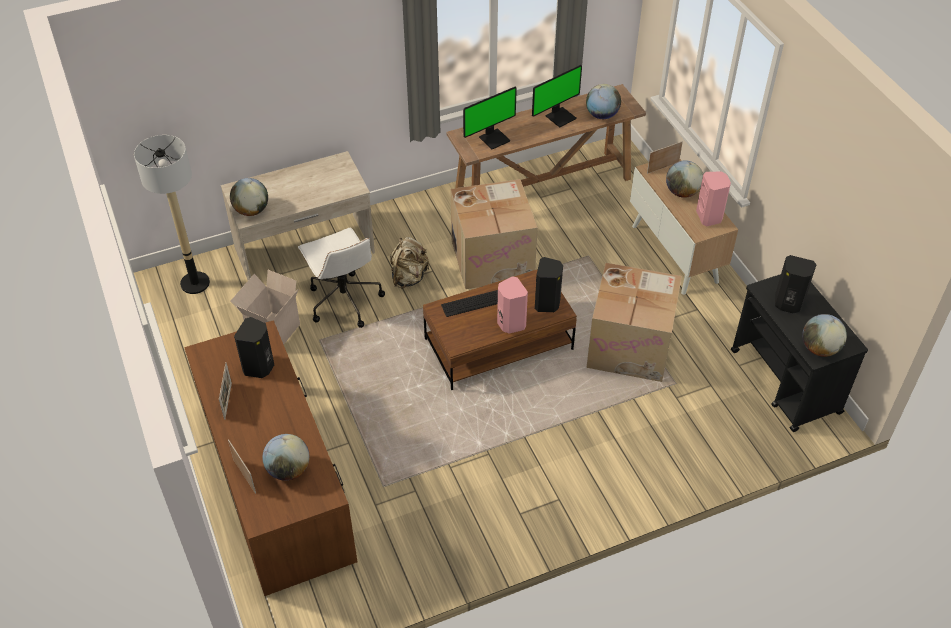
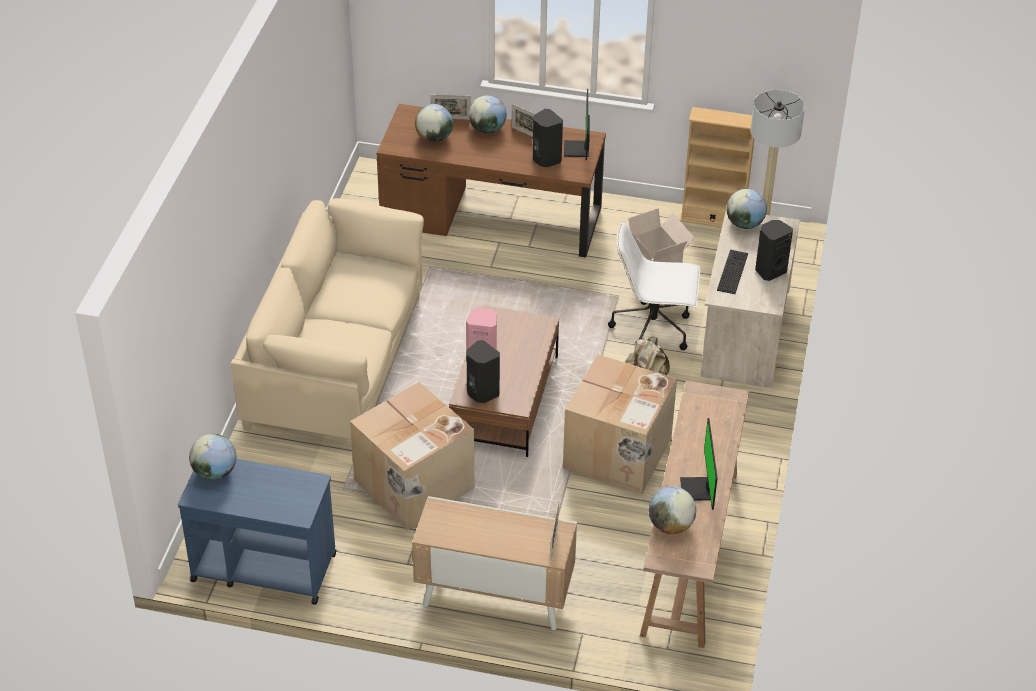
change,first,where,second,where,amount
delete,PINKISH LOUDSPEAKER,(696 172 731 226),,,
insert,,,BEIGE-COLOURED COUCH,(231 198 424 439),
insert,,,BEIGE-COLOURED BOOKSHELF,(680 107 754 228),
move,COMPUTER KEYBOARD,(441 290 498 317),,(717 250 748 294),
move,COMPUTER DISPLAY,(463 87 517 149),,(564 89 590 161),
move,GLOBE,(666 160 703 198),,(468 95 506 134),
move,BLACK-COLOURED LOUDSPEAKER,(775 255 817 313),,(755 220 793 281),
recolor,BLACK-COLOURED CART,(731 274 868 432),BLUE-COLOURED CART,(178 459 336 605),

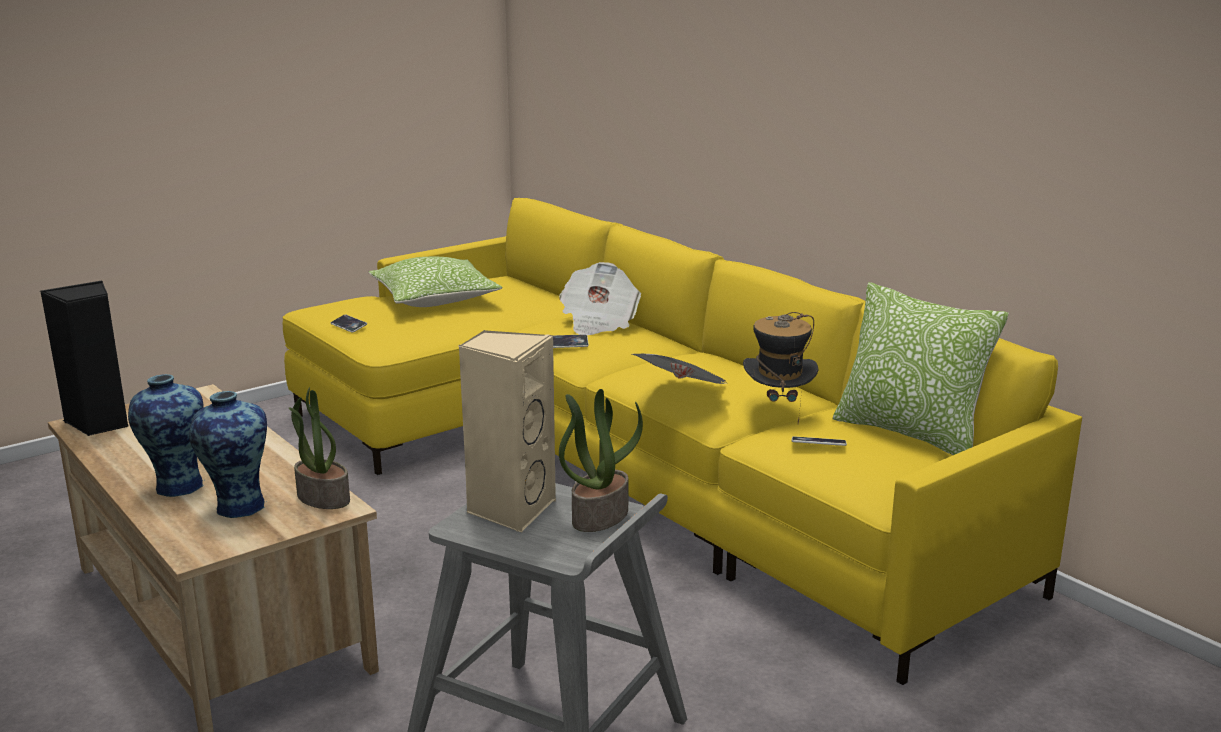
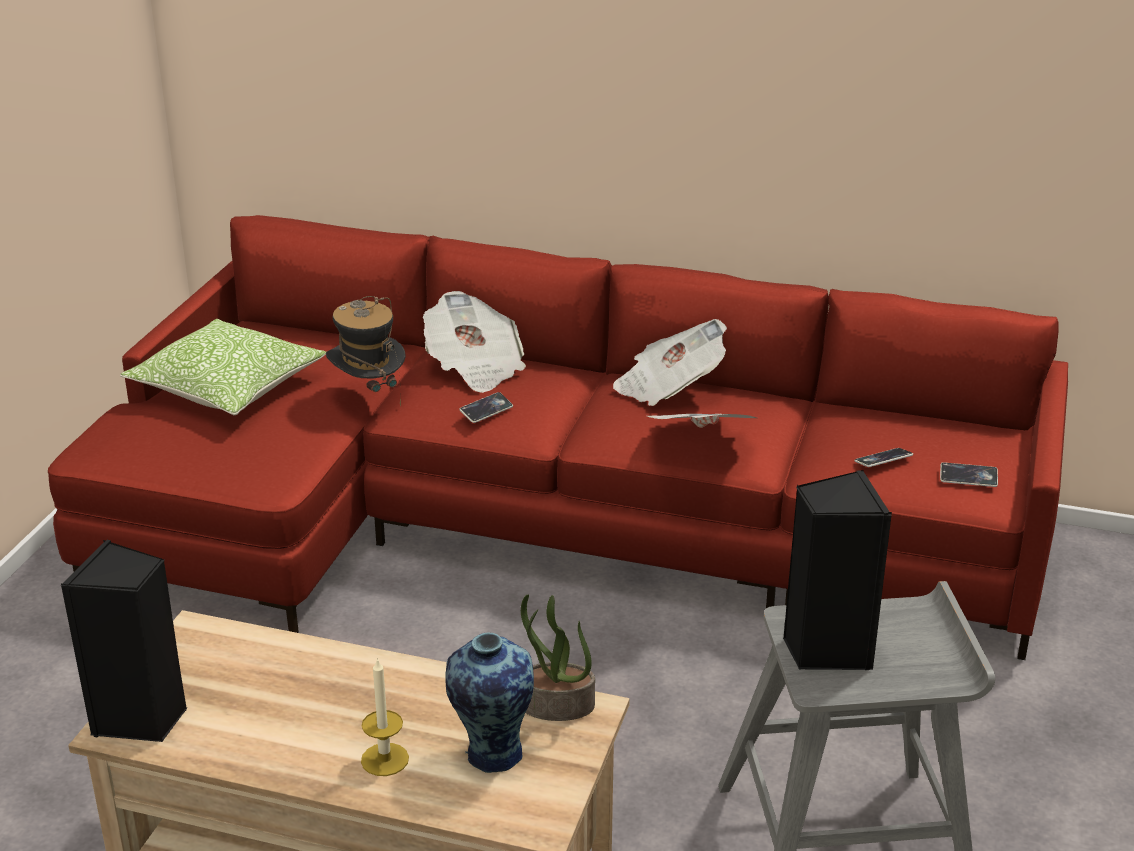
change,first,where,second,where,amount
delete,POTTED PLANT,(559 389 643 532),,,
delete,CUSHION,(833 282 1009 455),,,
insert,,,PRINTED PAPER,(613 319 727 406),
move,HANDSET,(331 314 367 333),,(940 462 998 487),
move,HAT,(743 312 818 424),,(326 296 406 407),
replace,VASE,(128 374 204 497),CANDLE,(361 658 409 776),
recolor,YELLOW-COLOURED COUCH,(283 198 1082 685),RED-COLOURED COUCH,(48 215 1068 660),
recolor,BEIGE-COLOURED LOUDSPEAKER,(459 330 556 533),BLACK-COLOURED LOUDSPEAKER,(783 470 892 670),

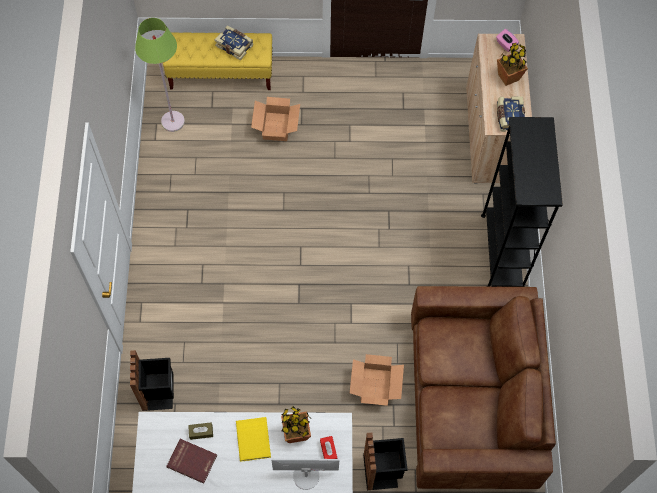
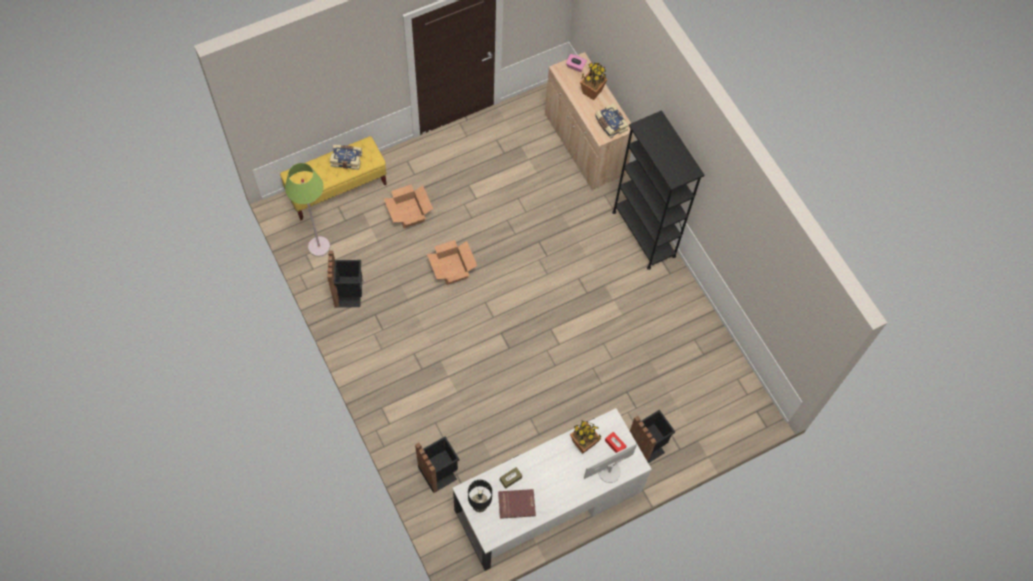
change,first,where,second,where,amount
delete,YELLOW-COLOURED BOUND BOOK,(236 417 271 462),,,
delete,BROWNISH COUCH,(411 286 556 489),,,
insert,,,BLACK-COLOURED RUBBISH BIN,(327 250 362 308),
insert,,,BLACK-COLOURED TABLETOP LAMP,(468 480 492 512),
move,CARTON,(350 354 404 406),,(427 240 477 285),

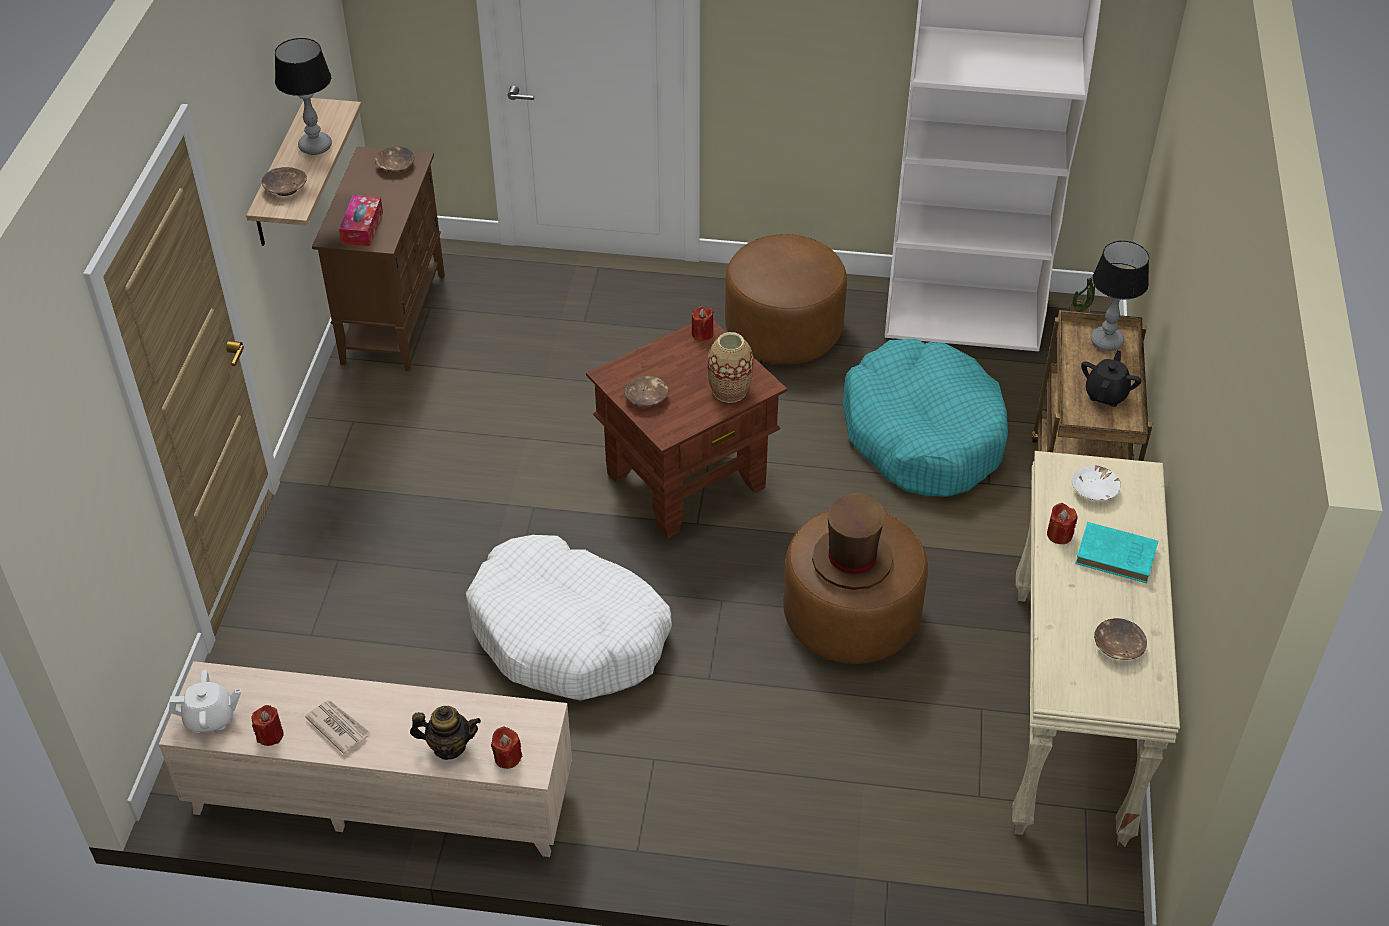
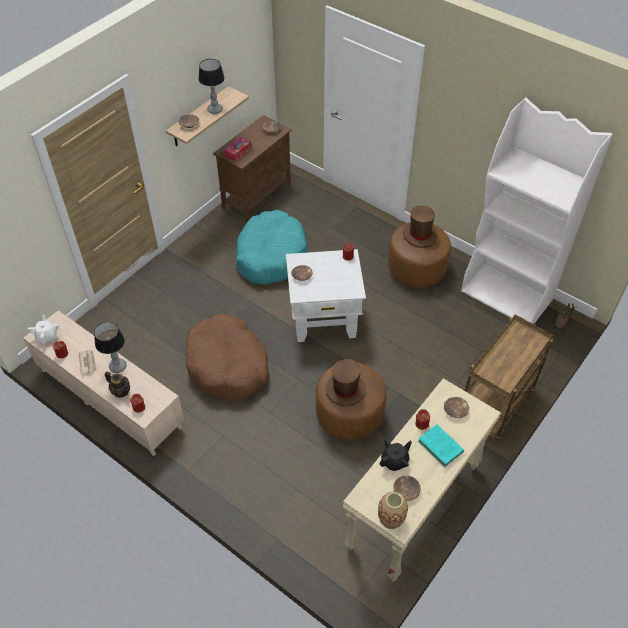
change,first,where,second,where,amount
insert,,,BROWNISH HAT,(403 205 438 248),
move,VASE,(708 332 754 403),,(378 491 408 529),
move,BLUE-GREEN DOG CUSHION,(843 338 1008 497),,(236 209 308 285),
move,BLACK-COLOURED TEA POT,(1081 350 1142 407),,(380 439 412 471),
move,TABLETOP LAMP,(1091 241 1149 351),,(94 322 127 373),
recolor,WHITE DOG CUSHION,(466 535 672 701),BROWNISH DOG CUSHION,(186 314 269 400),
recolor,BROWNISH SIDE TABLE,(586 320 787 538),WHITE SIDE TABLE,(286 249 366 342),
recolor,WHITE DEEP DISH,(1072 465 1121 501),BROWNISH DEEP DISH,(444 397 469 418),
rotate,WHITE TEA POT,(169 670 241 733),,(28 314 59 344),120 degrees counterclockwise

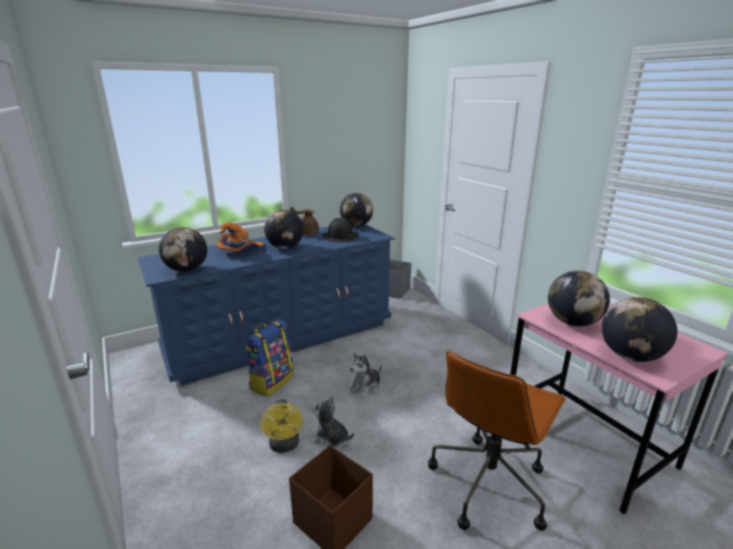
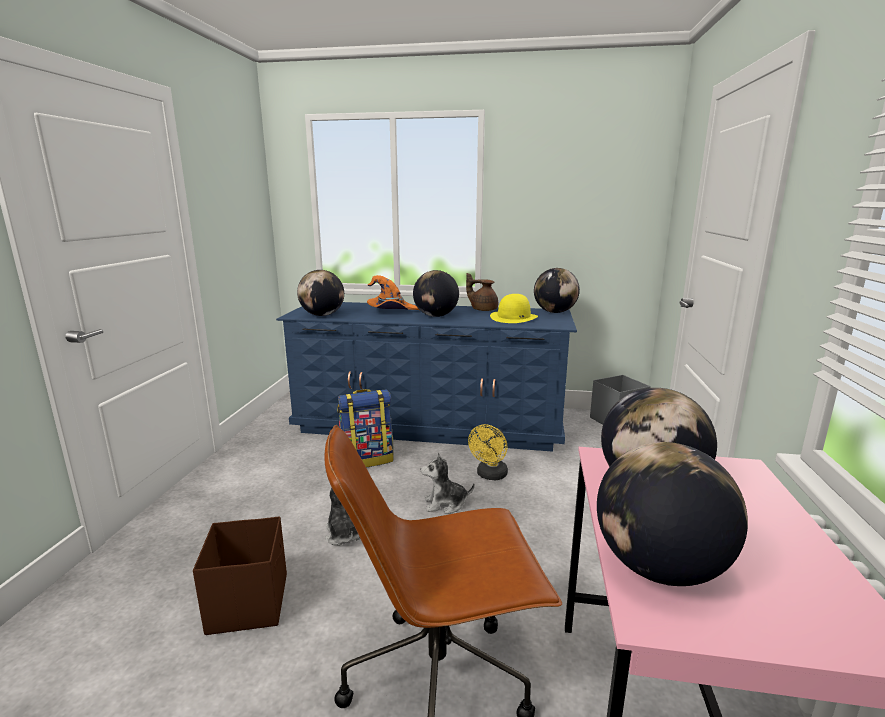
change,first,where,second,where,amount
move,YELLOW-COLOURED COOLING FAN,(260 399 303 453),,(468 424 508 480),
recolor,BLACK-COLOURED HAT,(322 218 359 243),YELLOW-COLOURED HAT,(490 294 538 323),

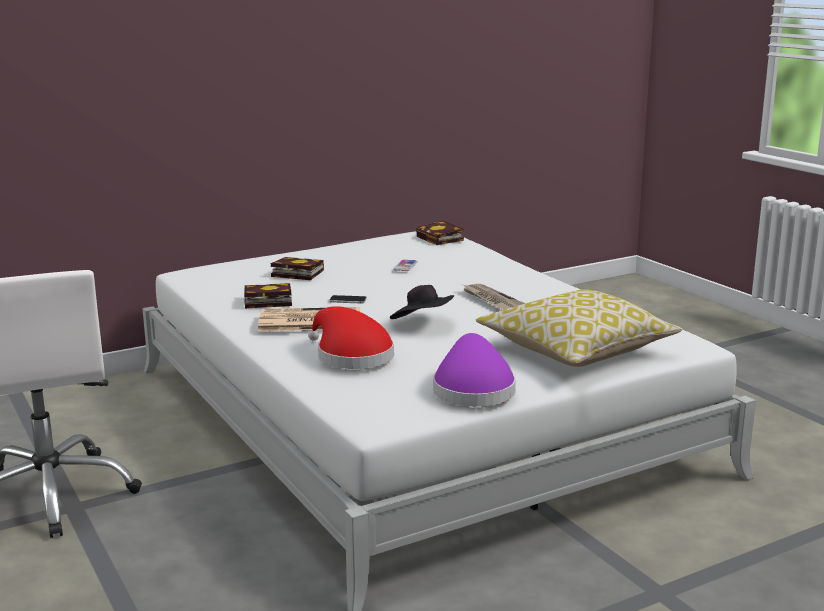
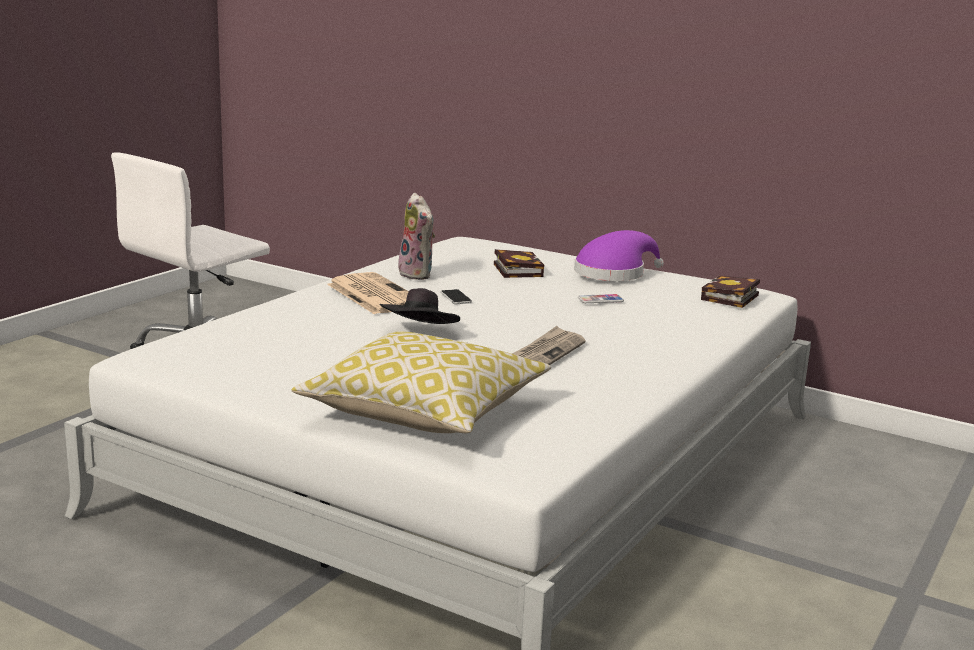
change,first,where,second,where,amount
delete,RED-COLOURED HAT,(308 306 394 369),,,
move,PURPLE HAT,(433 333 516 407),,(574 230 664 281),
replace,BOUND BOOK,(244 283 292 308),CUDDLY TOY,(396 193 435 280),

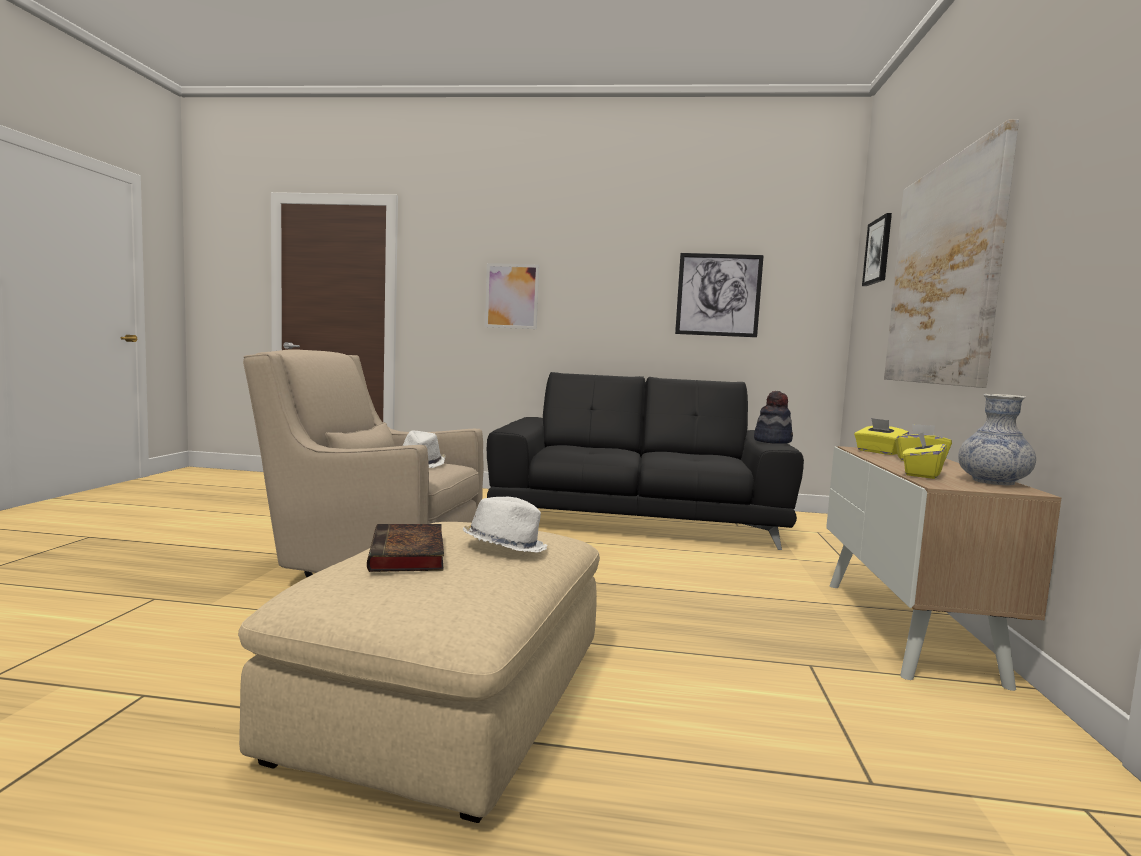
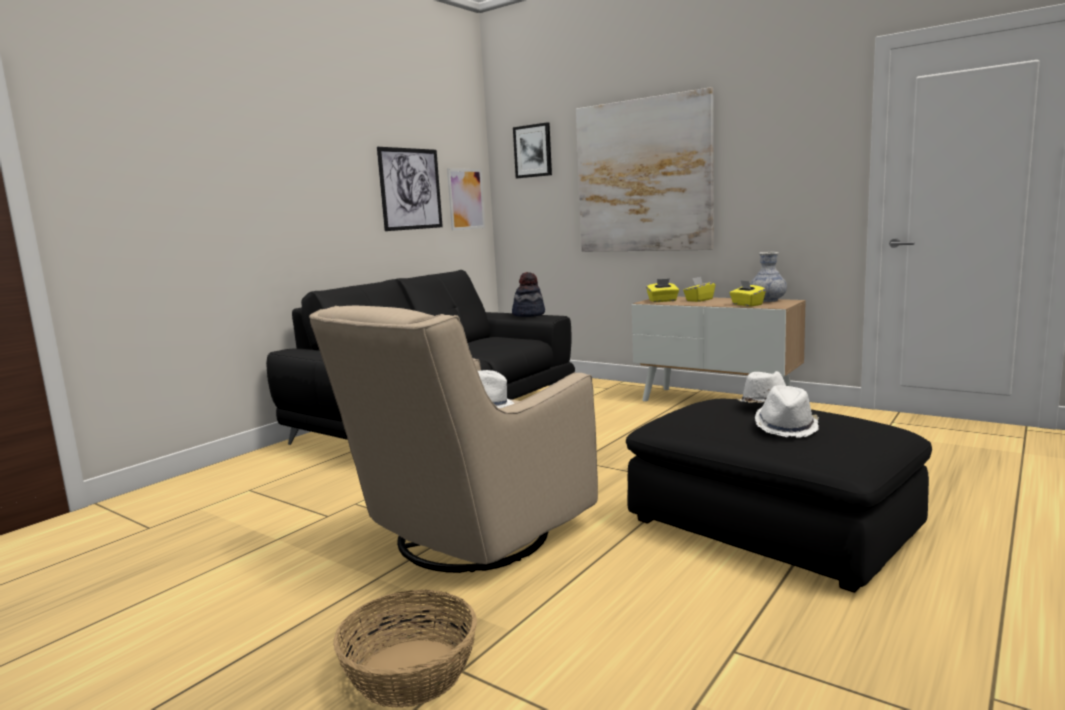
change,first,where,second,where,amount
insert,,,HOUSEHOLD BASKET,(333 589 477 708),
move,WALL ART,(485 263 539 329),,(447 168 485 230),
replace,BOUND BOOK,(367 524 444 572),WHITE HAT,(755 385 819 438),
recolor,BEIGE-COLOURED POUFFE,(238 522 600 823),BLACK-COLOURED POUFFE,(626 399 932 593),

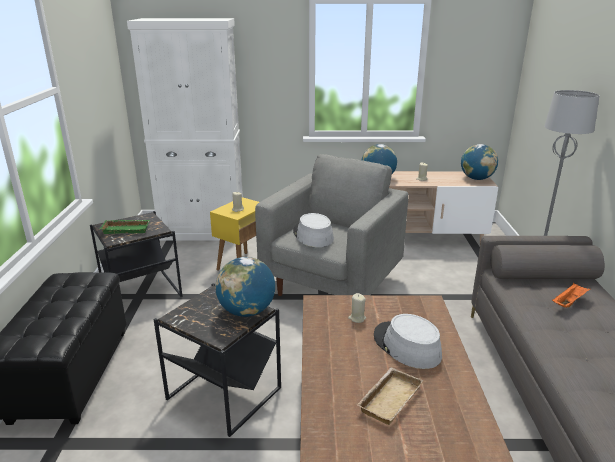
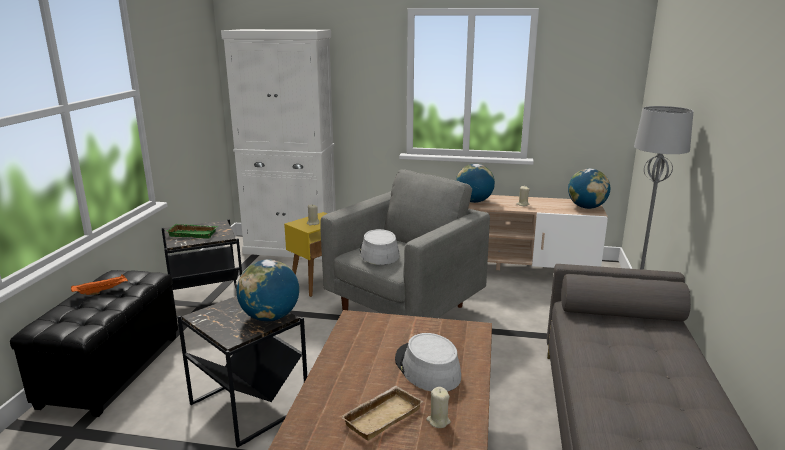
change,first,where,second,where,amount
move,BEIGE-COLOURED CANDLE,(348 293 366 323),,(426 387 451 428),
move,ORANGEY CARRYING TRAY,(552 283 590 308),,(71 274 128 295),

